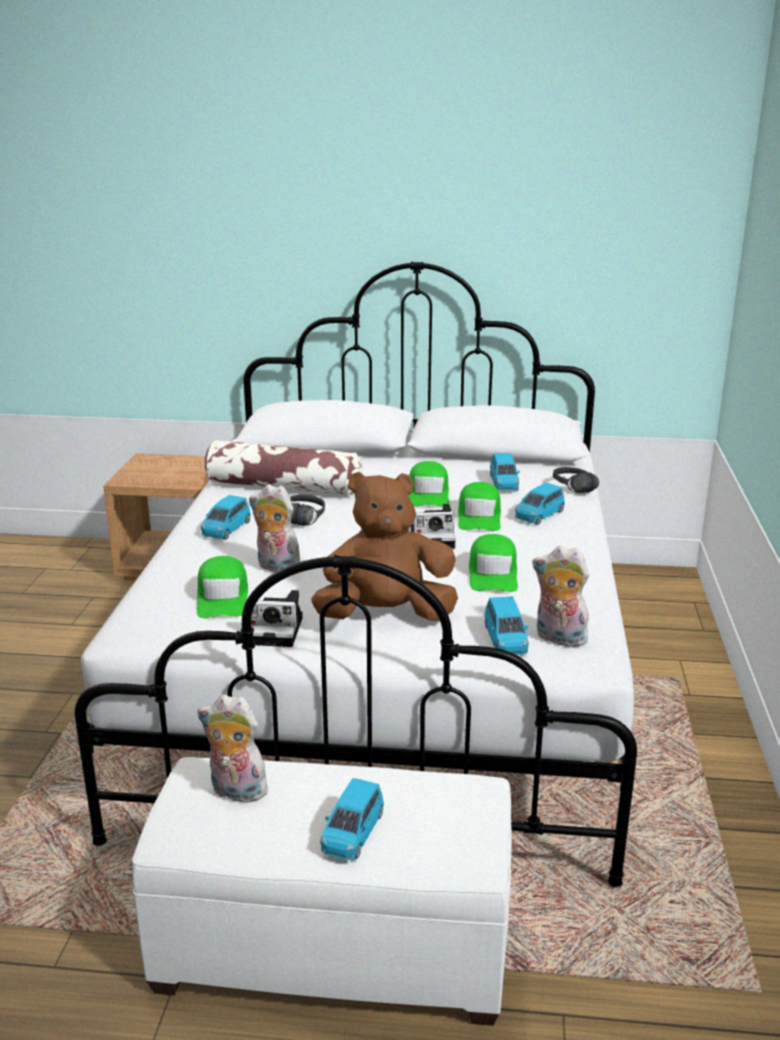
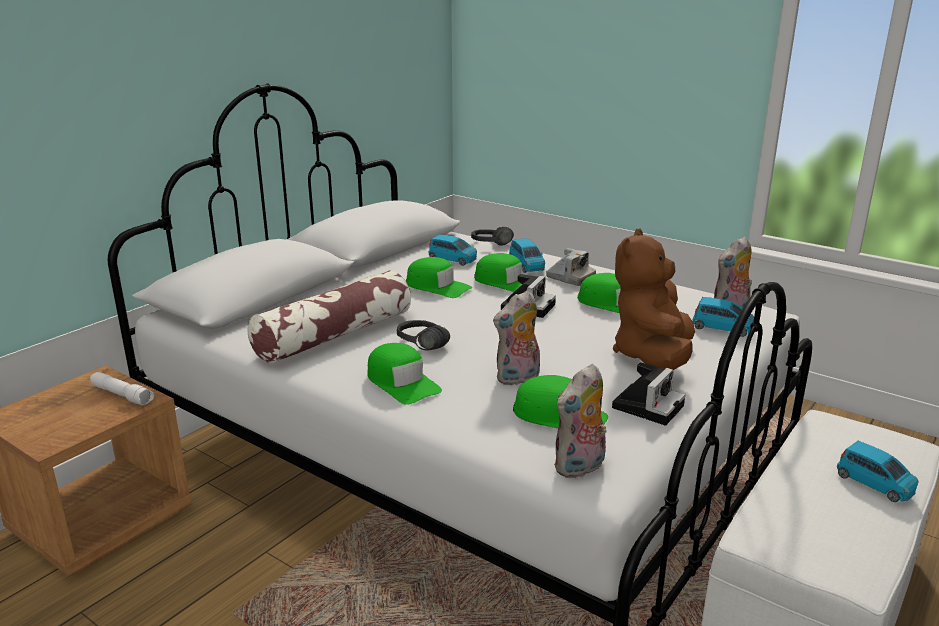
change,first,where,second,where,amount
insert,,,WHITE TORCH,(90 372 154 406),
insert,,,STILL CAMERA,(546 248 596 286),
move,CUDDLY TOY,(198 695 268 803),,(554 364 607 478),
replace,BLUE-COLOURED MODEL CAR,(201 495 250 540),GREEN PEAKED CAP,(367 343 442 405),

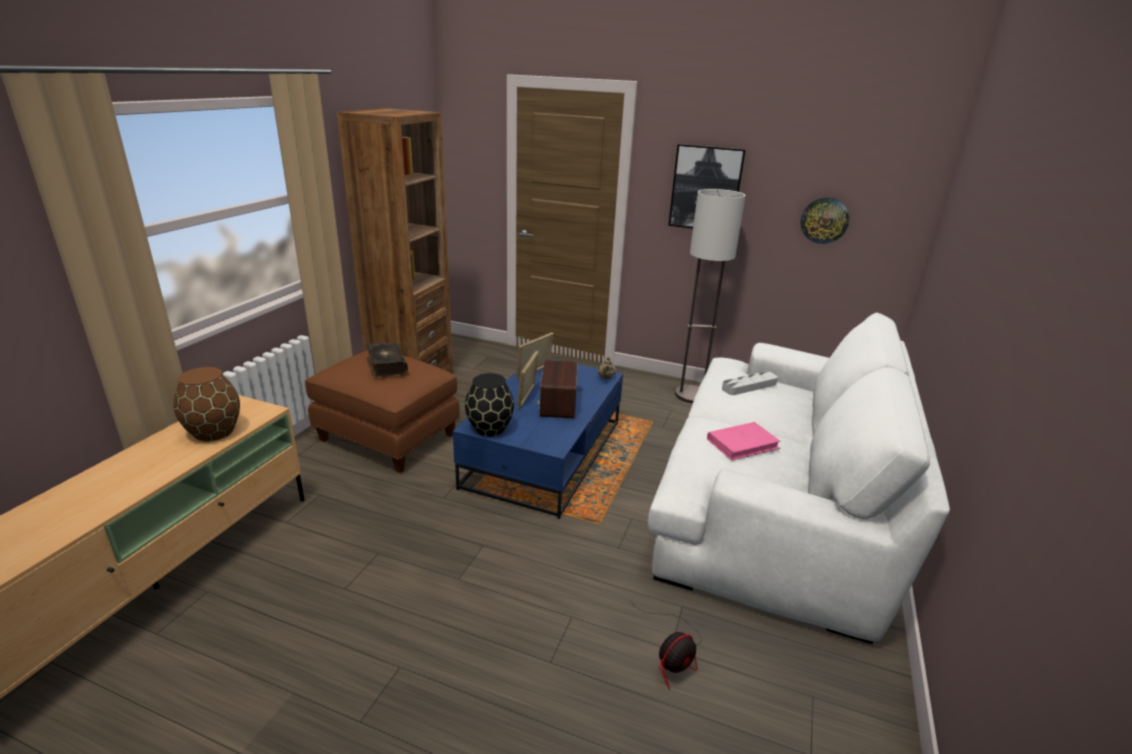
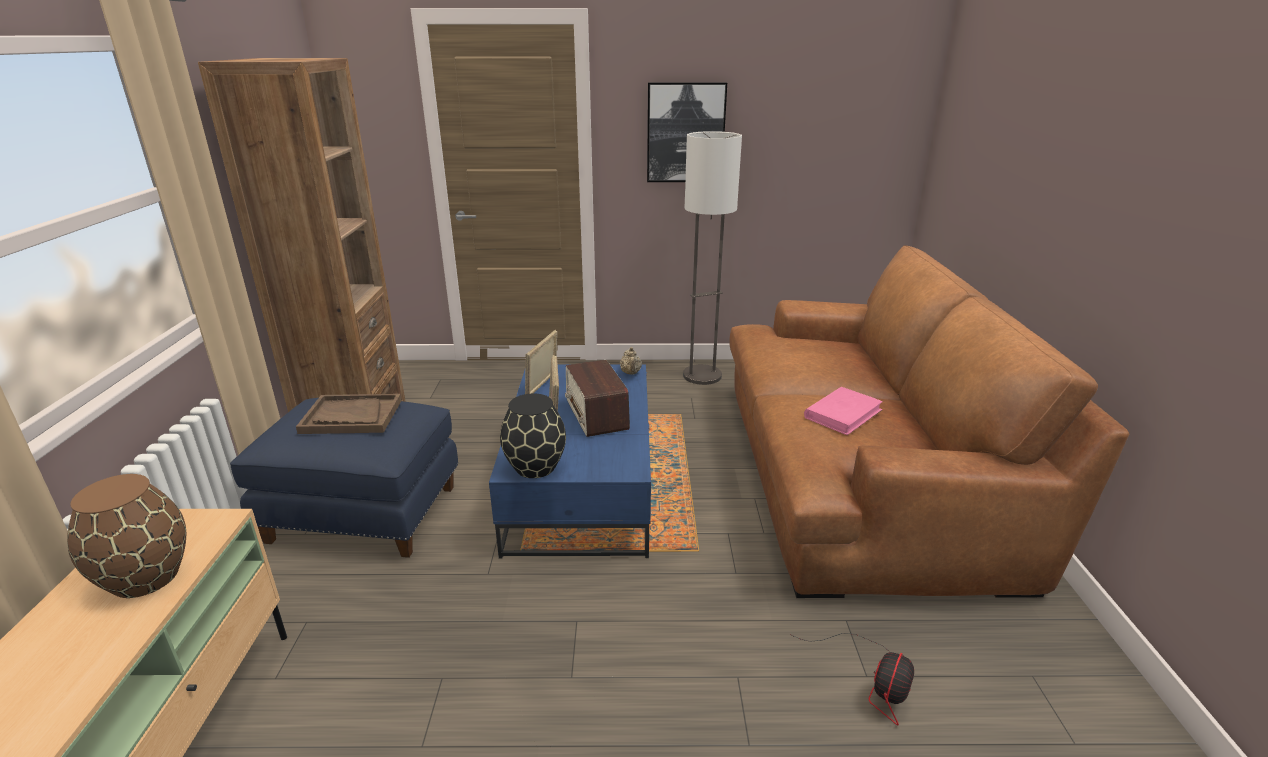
change,first,where,second,where,amount
delete,GREY CARRYING TRAY,(722 371 778 395),,,
delete,HANGING CLOCK,(800 197 850 244),,,
replace,BOUND BOOK,(366 342 408 378),BROWNISH CARRYING TRAY,(296 394 402 434),
recolor,BROWNISH POUFFE,(305 350 460 473),BLUE-COLOURED POUFFE,(230 398 458 558),
recolor,WHITE COUCH,(648 312 950 644),BROWNISH COUCH,(729 245 1130 598),

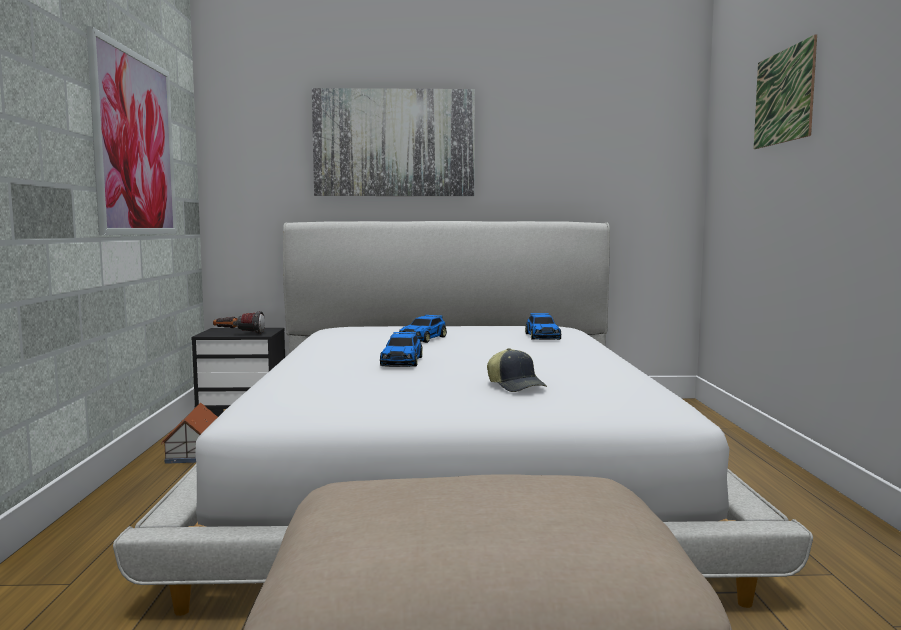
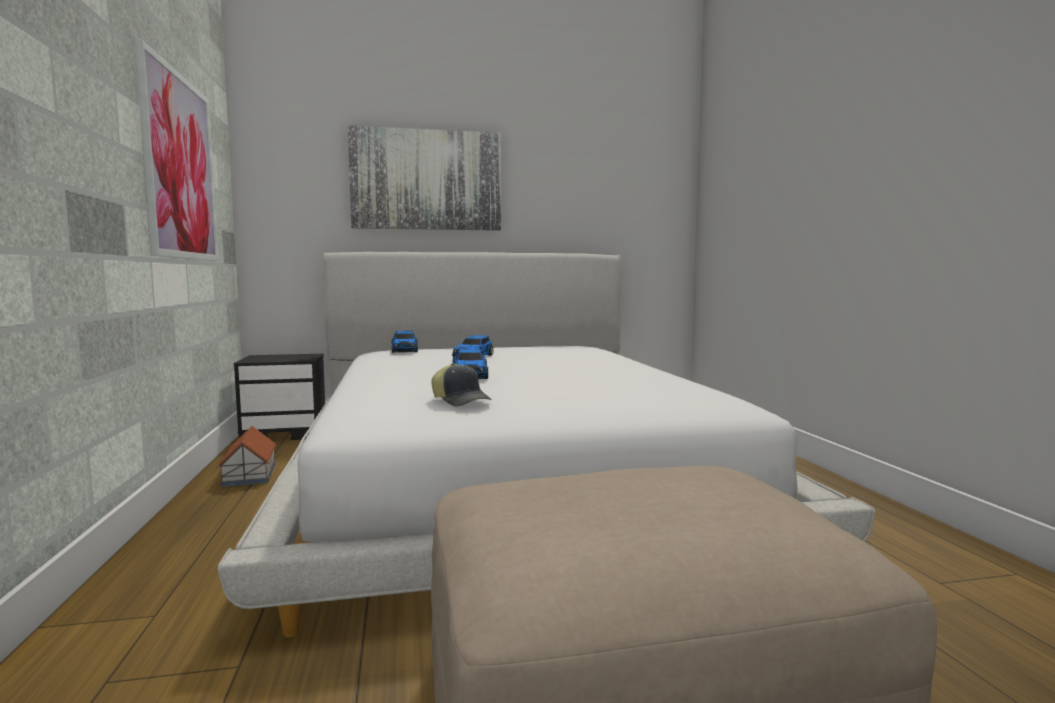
change,first,where,second,where,amount
delete,TORCH,(213 311 265 334),,,
delete,WALL ART,(754 34 817 149),,,
move,PEAKED CAP,(487 348 547 392),,(431 363 492 406),
move,MODEL CAR,(525 313 561 340),,(392 331 418 353),

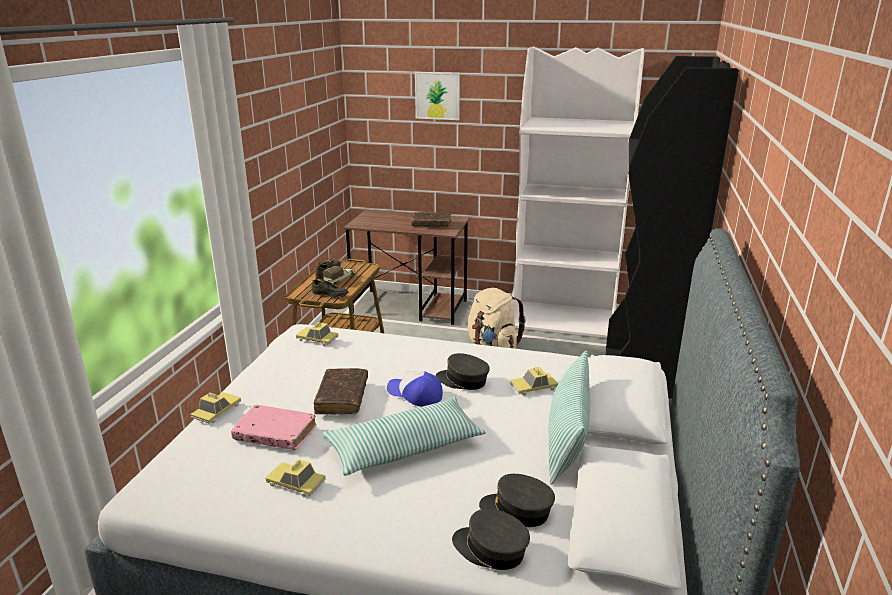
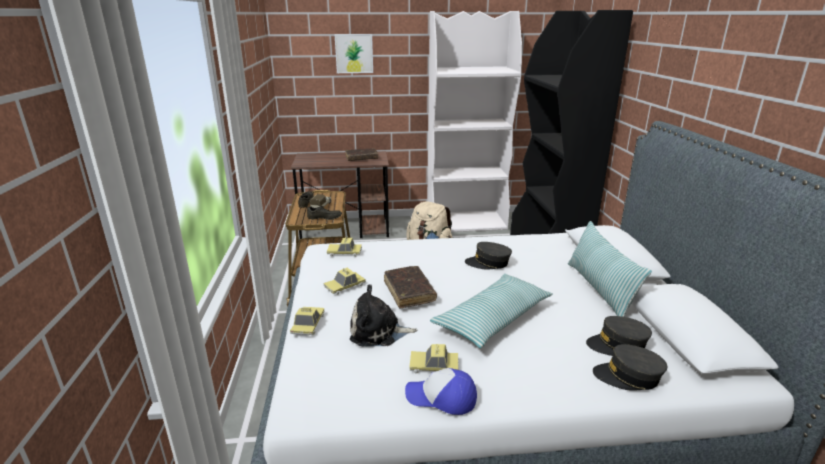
change,first,where,second,where,amount
move,PEAKED CAP,(387 371 443 407),,(405 368 477 415),
move,MODEL CAR,(510 367 558 396),,(324 268 366 295),
replace,PINKISH BOUND BOOK,(231 405 317 450),CUDDLY TOY,(350 284 417 347),

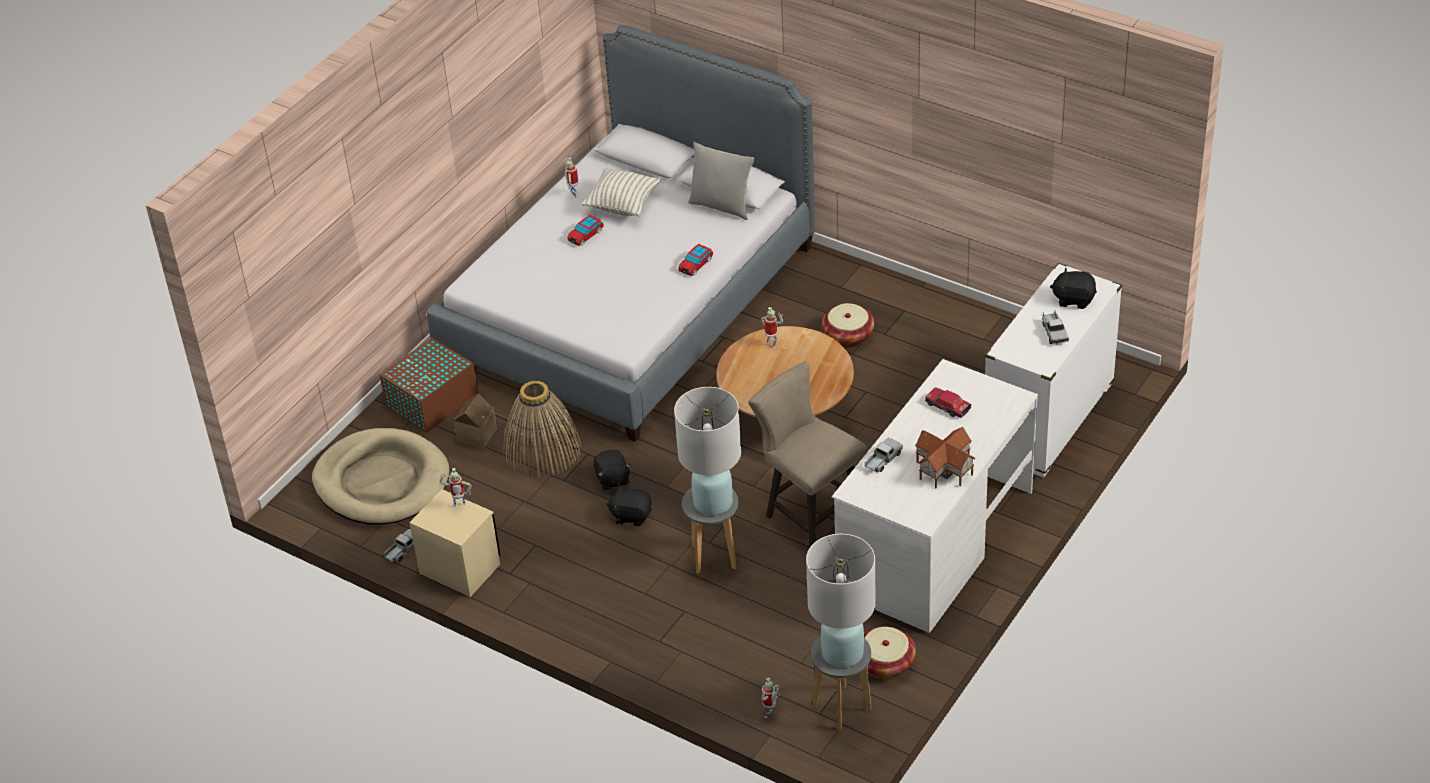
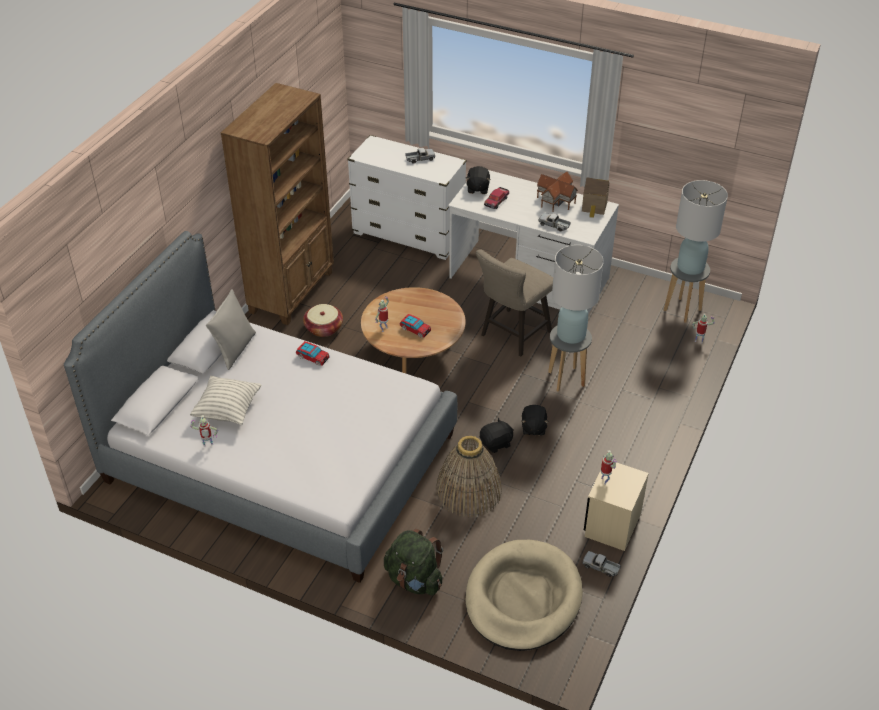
change,first,where,second,where,amount
delete,HOUSEHOLD BASKET,(864 626 916 678),,,
insert,,,BROWNISH BOOKSHELF,(221 83 334 325),
move,MODEL HOUSE,(453 394 497 449),,(582 177 610 218),
move,MODEL CAR,(567 215 604 246),,(400 314 431 338),
move,BLACK-COLOURED CUDDLY TOY,(1050 268 1097 309),,(466 166 491 194),
replace,BROWNISH STORAGE BOX,(380 338 478 433),GREEN KNAPSACK,(384 529 443 596),

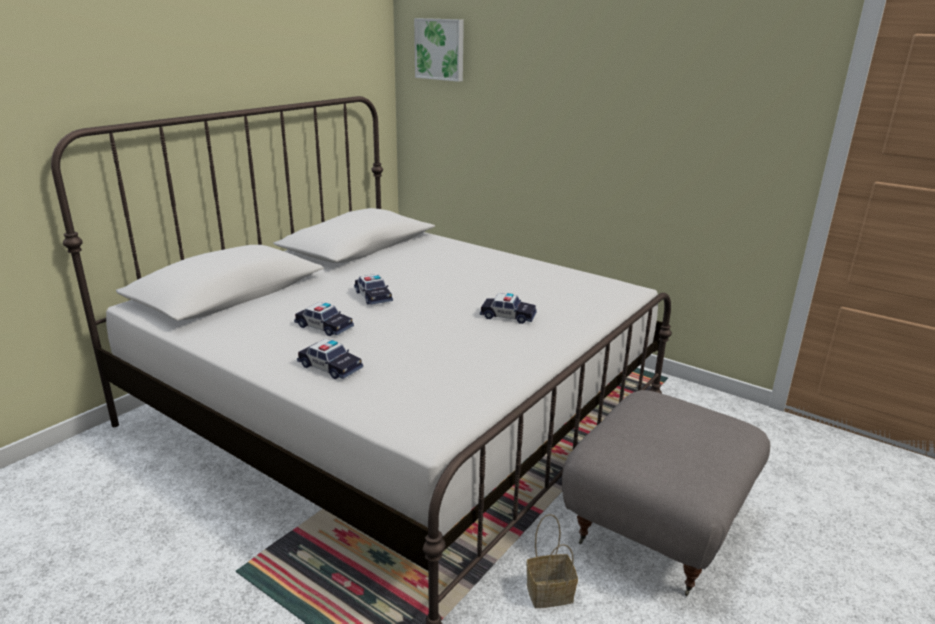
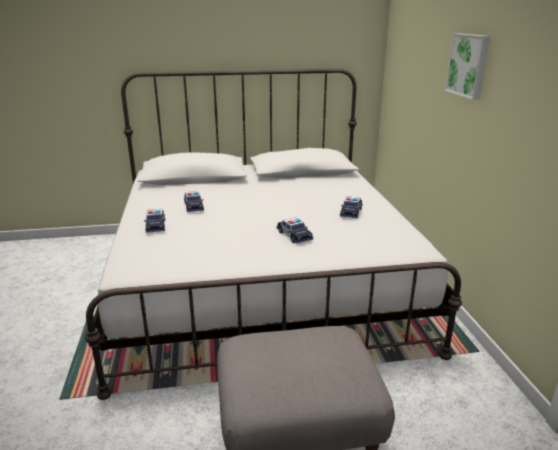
change,first,where,second,where,amount
delete,HOUSEHOLD BASKET,(526 514 578 608),,,
move,MODEL CAR,(354 274 393 305),,(340 196 363 218),
move,WALL ART,(414 18 464 82),,(445 33 490 100),

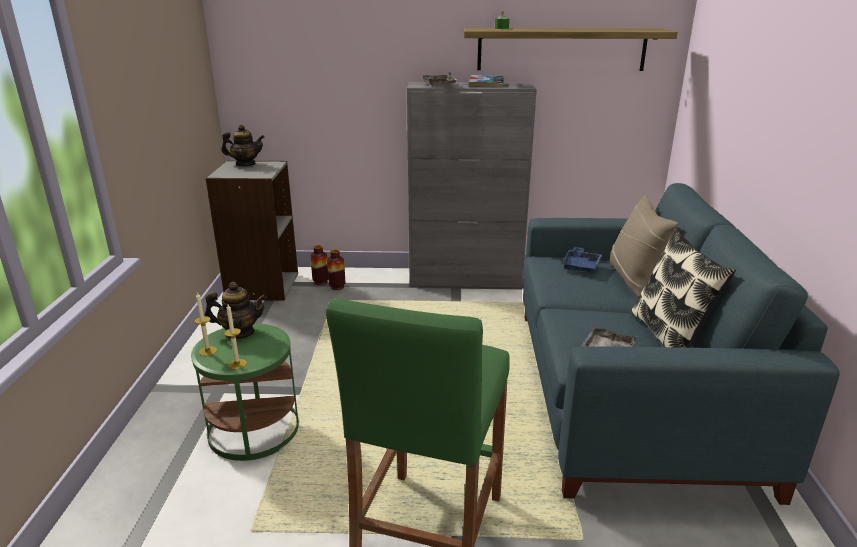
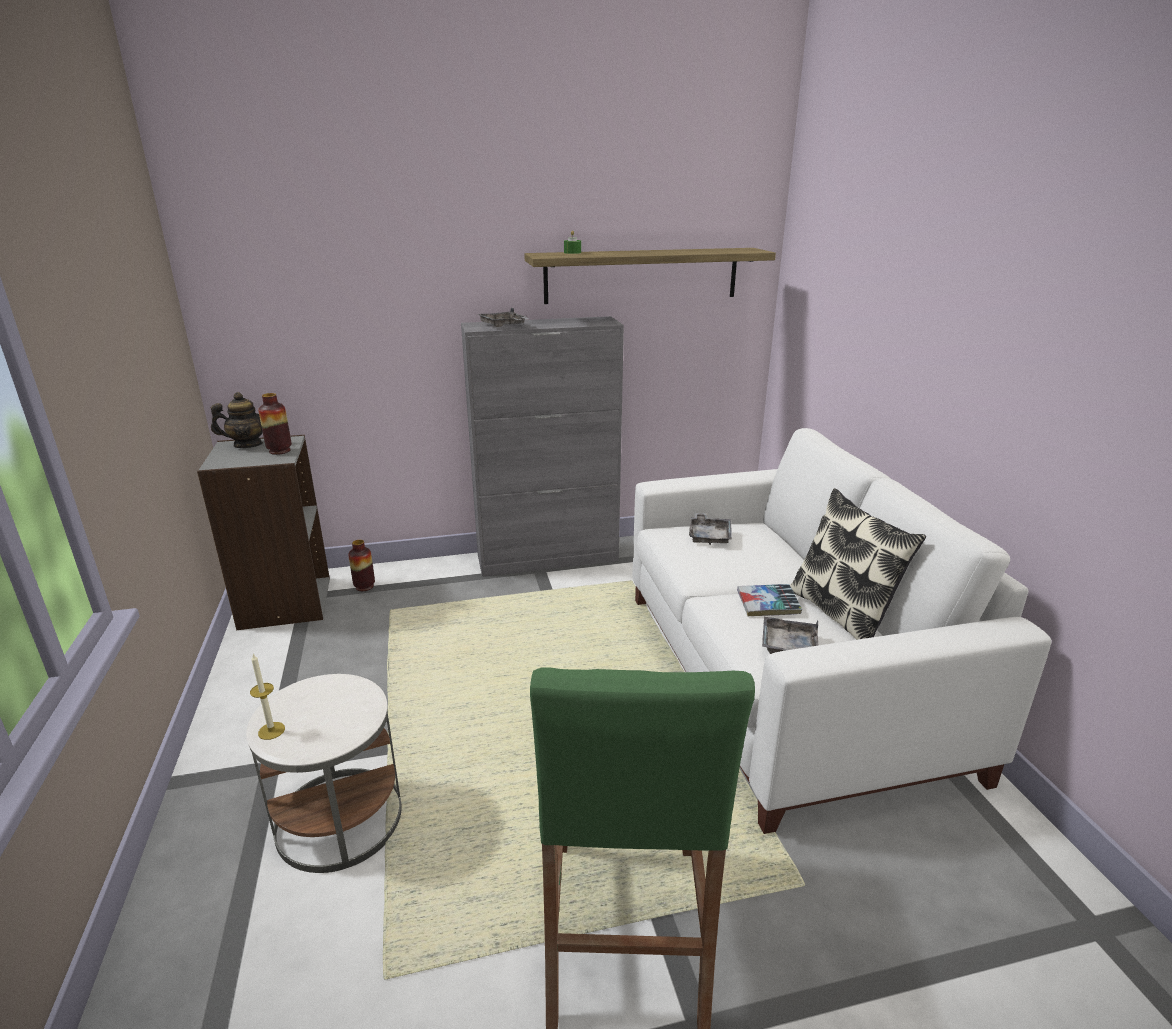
change,first,where,second,where,amount
delete,TEA POT,(205 282 267 339),,,
delete,CANDLE,(224 304 247 370),,,
delete,BEIGE-COLOURED CUSHION,(610 195 678 296),,,
move,VASE,(327 249 345 290),,(258 393 292 455),
move,BOUND BOOK,(469 75 504 87),,(737 584 802 617),
recolor,GREEN SIDE TABLE,(191 323 299 461),WHITE SIDE TABLE,(246 674 402 873),
recolor,BLUE-COLOURED COUCH,(523 183 840 505),WHITE COUCH,(632 428 1052 834),
recolor,BLUE-COLOURED CARRYING TRAY,(561 247 603 272),GREY CARRYING TRAY,(689 512 732 545),

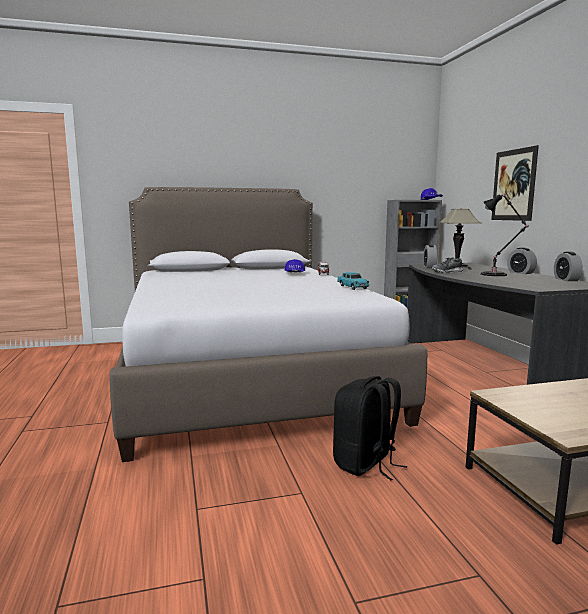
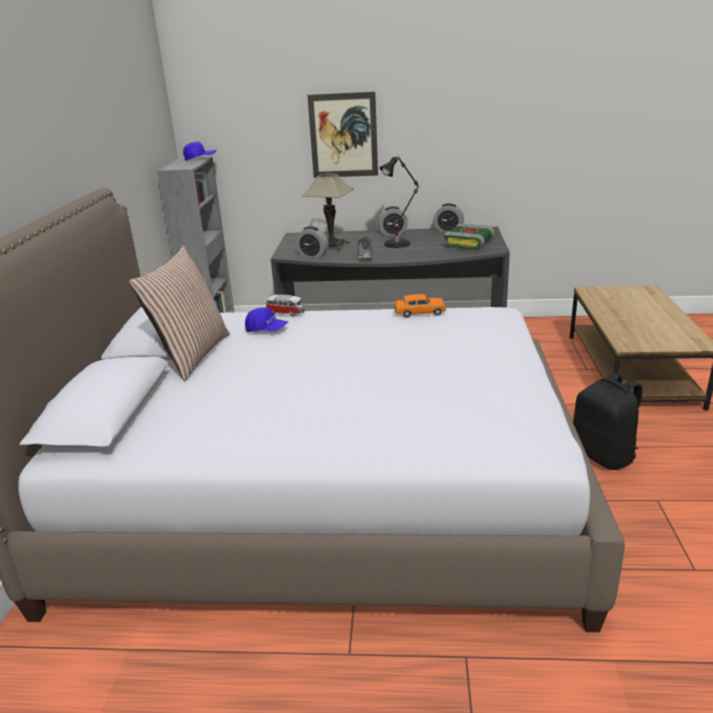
change,first,where,second,where,amount
insert,,,CUSHION,(128 246 230 381),
insert,,,BOUND BOOK,(444 224 495 250),
recolor,BLUE-GREEN MODEL CAR,(338 272 370 290),ORANGEY MODEL CAR,(394 294 446 317),

